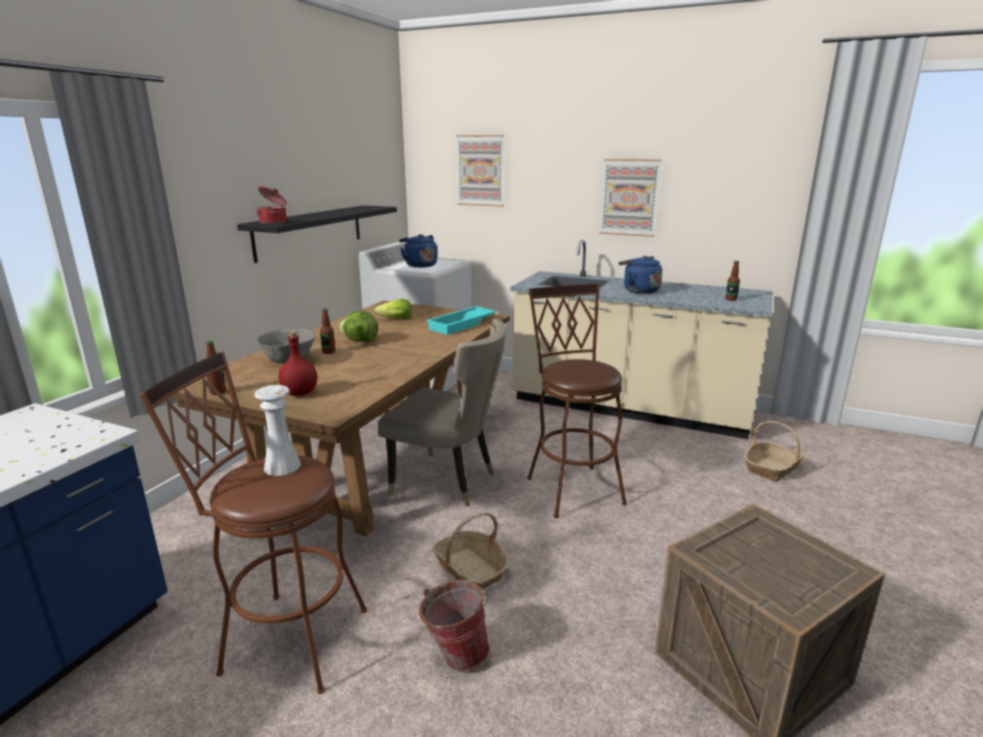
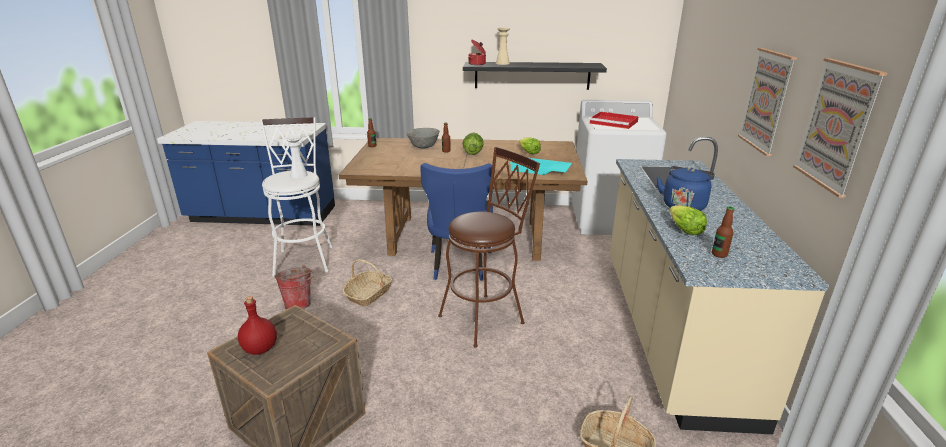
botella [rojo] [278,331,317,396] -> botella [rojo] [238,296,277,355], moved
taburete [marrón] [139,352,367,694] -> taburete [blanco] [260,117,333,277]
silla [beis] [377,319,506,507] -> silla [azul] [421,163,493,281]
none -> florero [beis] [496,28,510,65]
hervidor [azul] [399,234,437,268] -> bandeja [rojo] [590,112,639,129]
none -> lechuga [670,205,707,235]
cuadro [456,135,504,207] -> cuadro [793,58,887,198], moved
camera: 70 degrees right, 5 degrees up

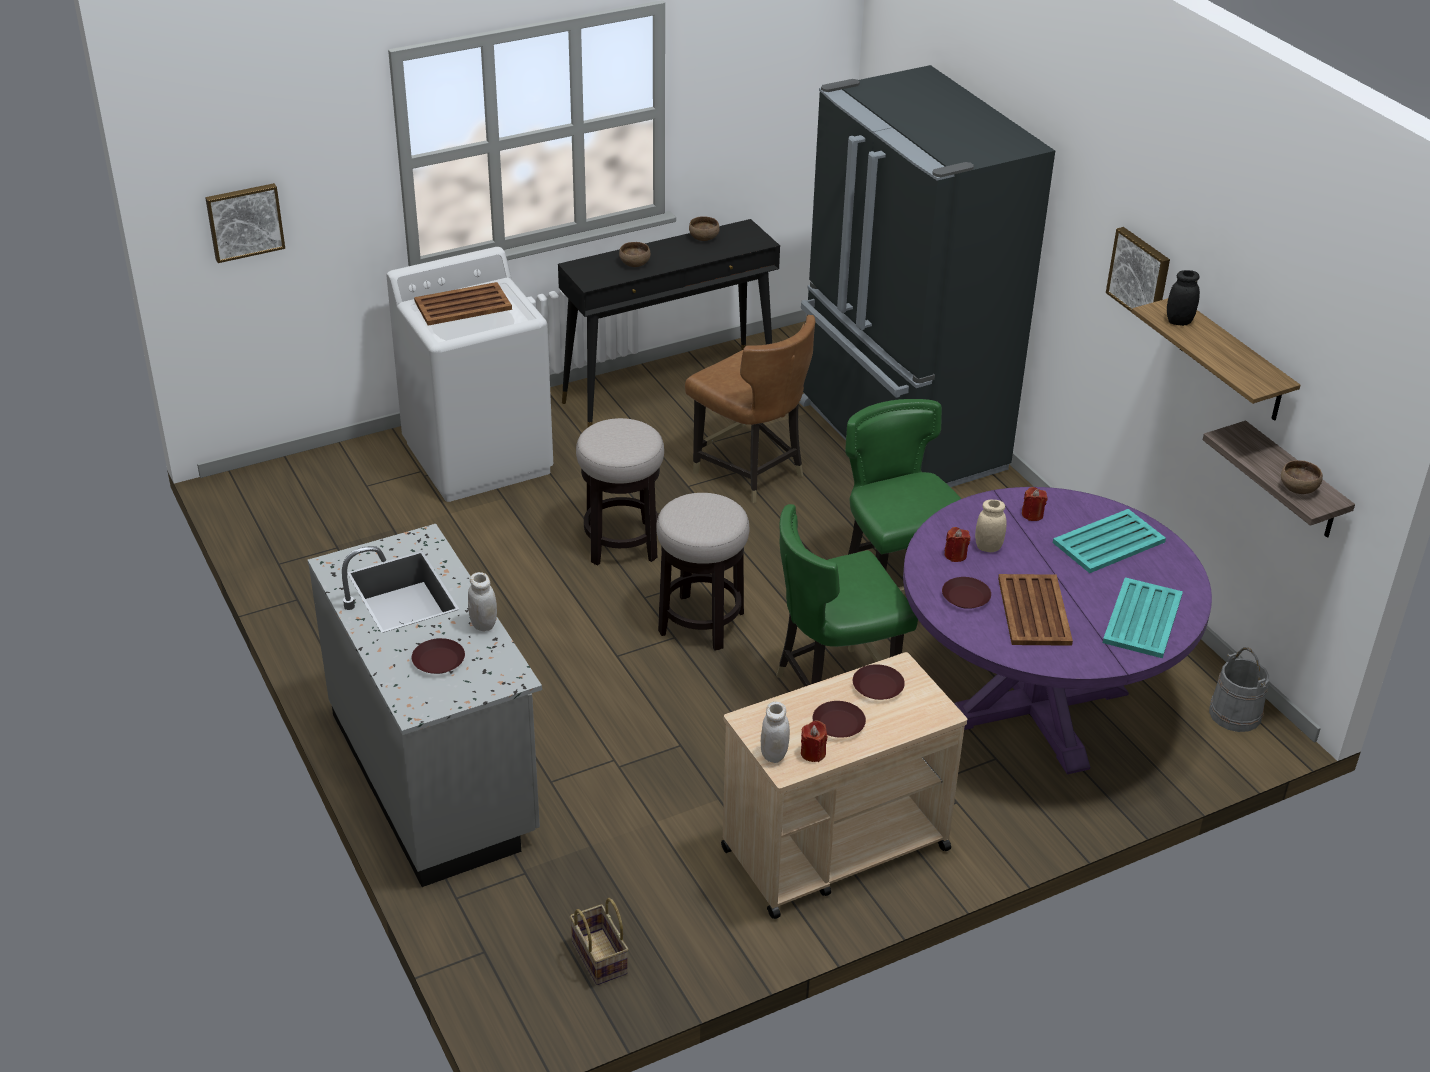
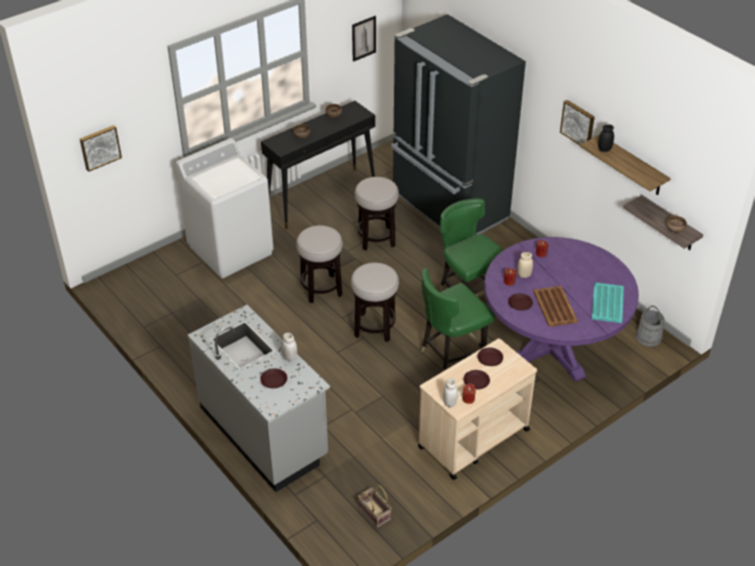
none -> cuadro [352,16,376,62]
silla [marrón] [685,315,815,503] -> taburete [355,177,399,250]
bandeja [marrón] [414,282,512,326] -> none
bandeja [turquesa] [1053,509,1166,573] -> none
camera: 10 degrees left, 5 degrees up

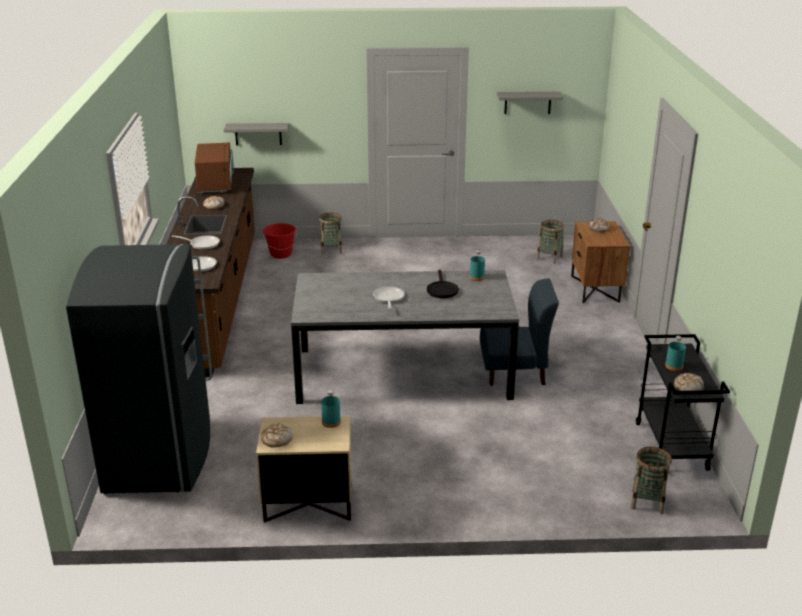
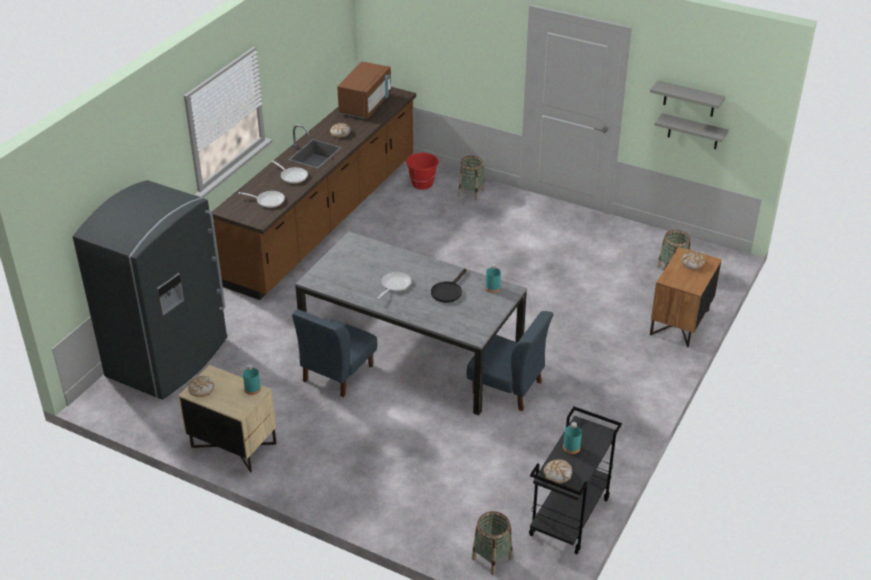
none -> silla [azul] [292,309,378,397]
estante [gris] [224,123,289,145] -> estante [gris] [654,113,729,149], moved
camera: 30 degrees right, 10 degrees up

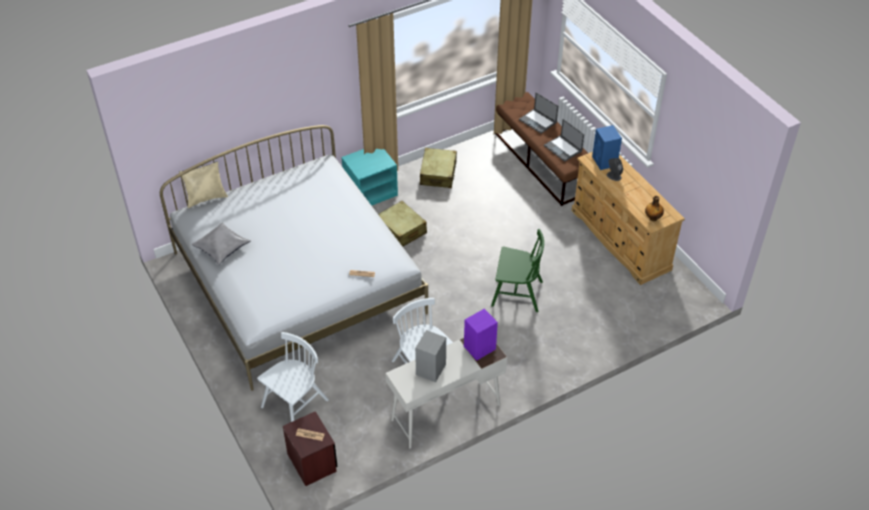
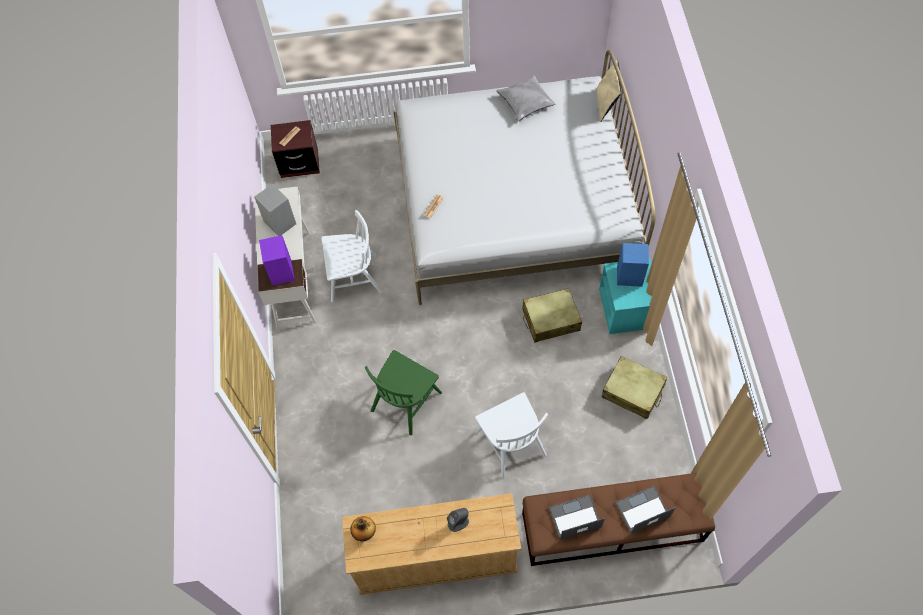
silla [blanco] [257,332,329,422] -> silla [blanco] [475,392,548,479], moved
altavoz [azul] [592,125,622,170] -> altavoz [azul] [617,243,649,287], moved
camera: 115 degrees right, 15 degrees up

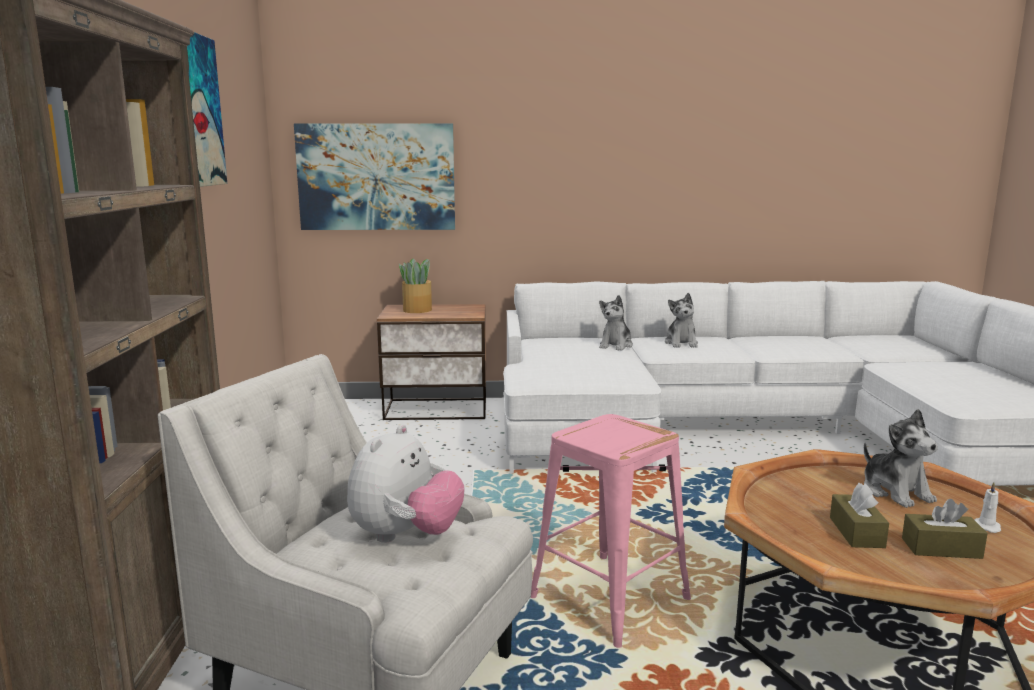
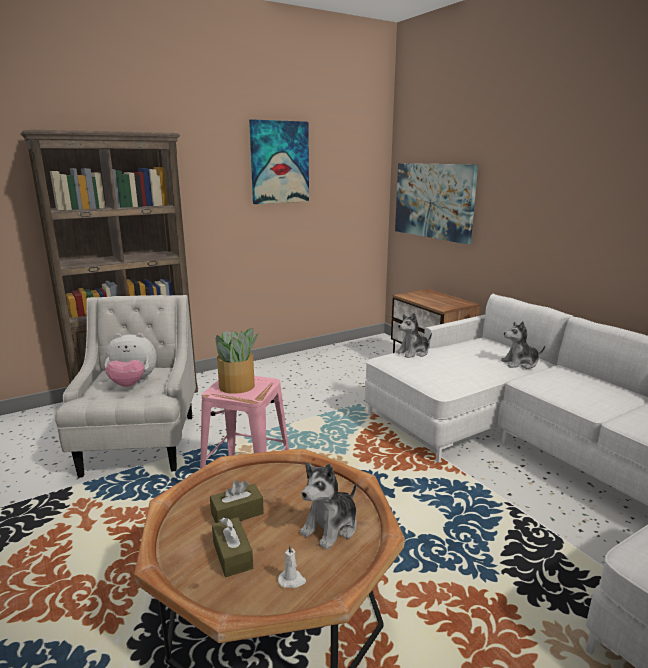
planta en maceta [399,258,432,313] -> planta en maceta [214,328,259,394], moved
peluche [665,293,698,348] -> peluche [396,313,432,358], moved
camera: 60 degrees right, 5 degrees up

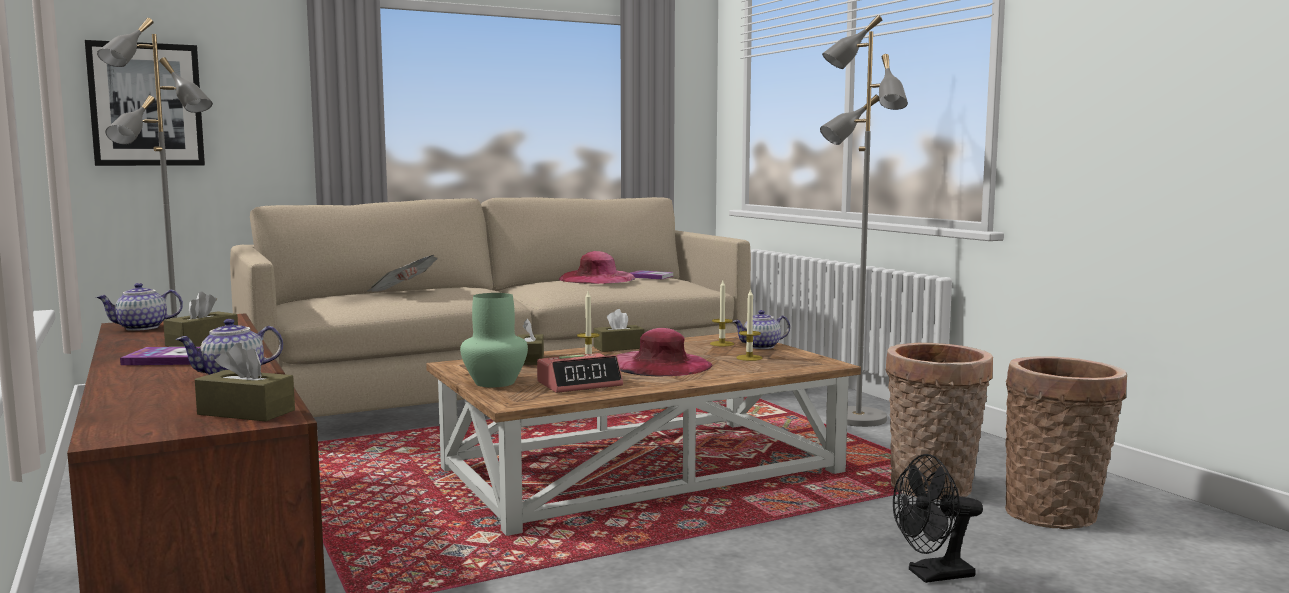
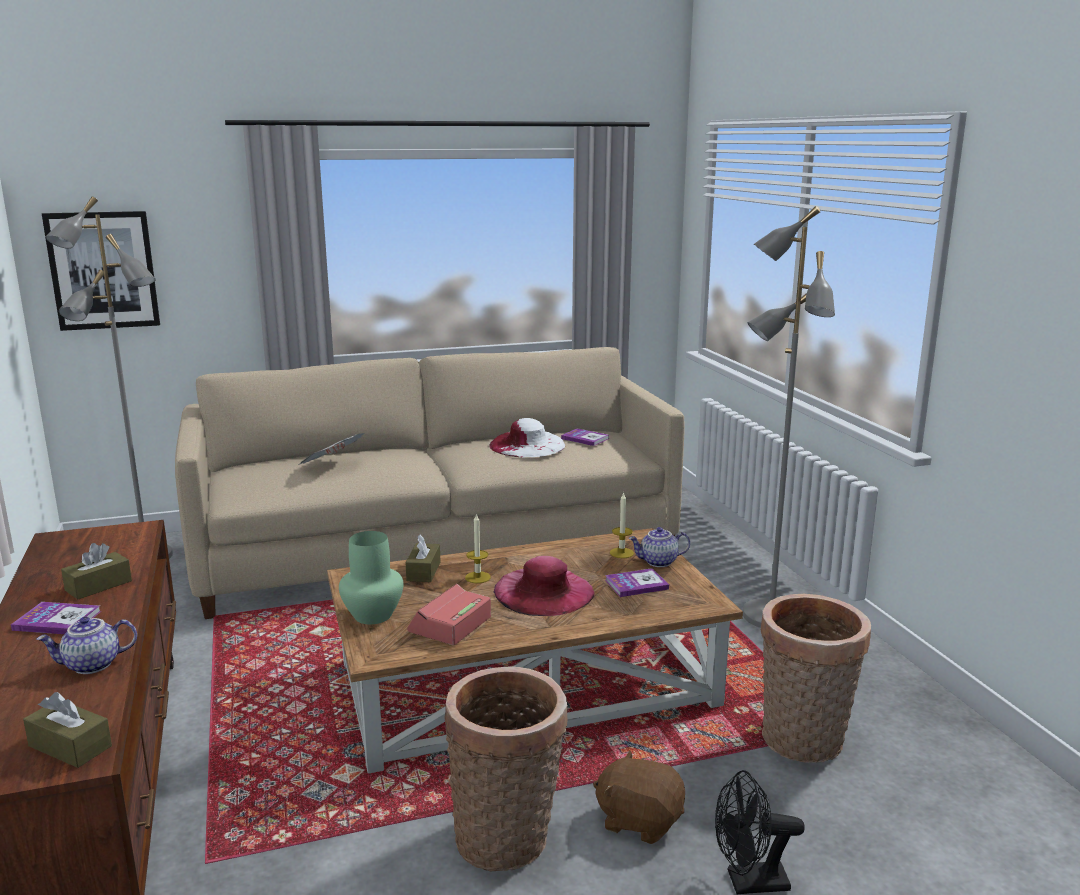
despertador [537,353,623,393] -> despertador [407,584,491,645], 135 degrees clockwise
cesta [1005,356,1127,529] -> cesta [444,666,568,871], moved
sombrero [rosa] [559,251,635,284] -> sombrero [blanco] [489,418,565,457]
none -> peluche [marrón] [593,750,685,844]
vela [736,288,762,361] -> libro [605,568,669,597]
tetera [96,283,183,331] -> none
caja de pañuelos [marrón] [594,309,645,352] -> none
camera: 10 degrees right, 10 degrees up

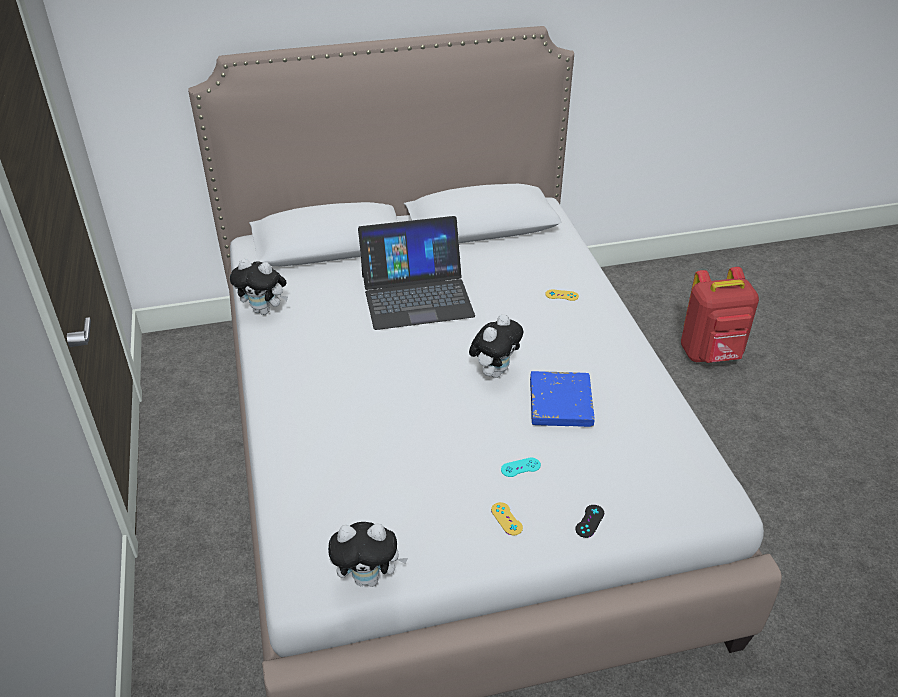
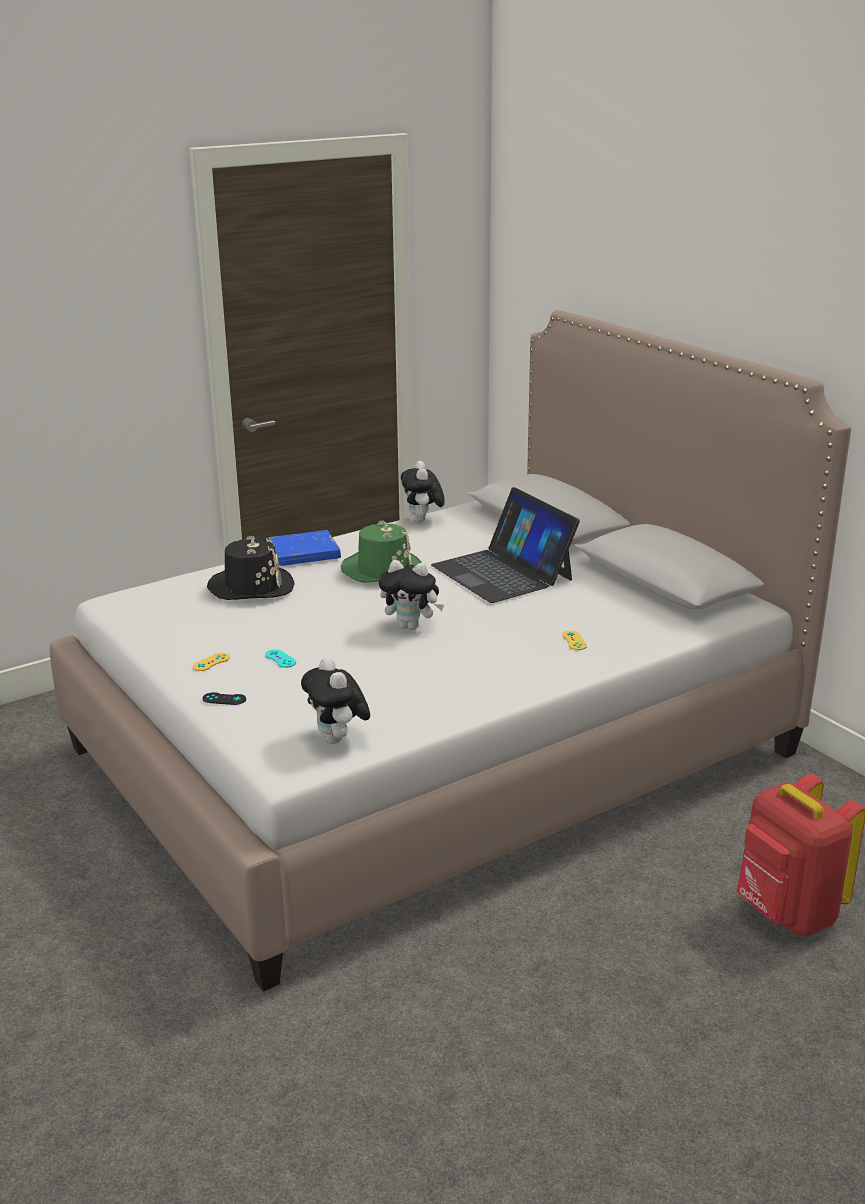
none -> sombrero [negro] [207,535,294,600]
libro [azul] [530,371,595,427] -> libro [azul] [268,530,341,566], moved
peluche [328,522,408,587] -> peluche [301,657,370,744], moved
none -> sombrero [verde] [341,520,422,583]
camera: 70 degrees right, 15 degrees down

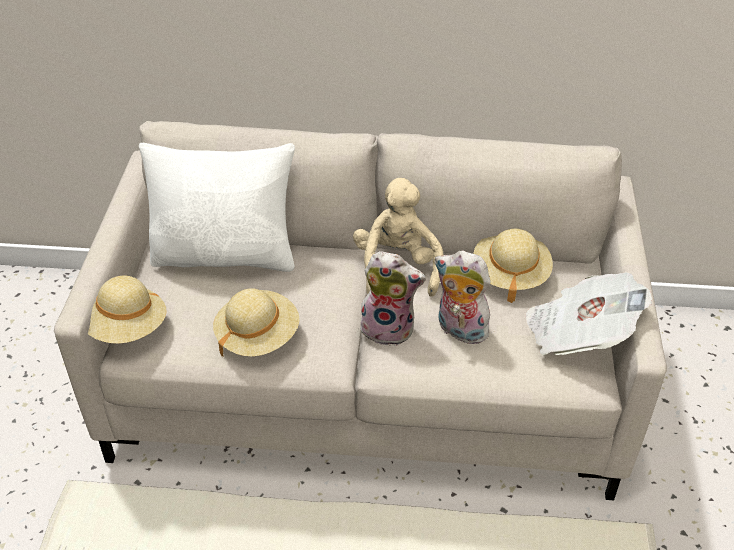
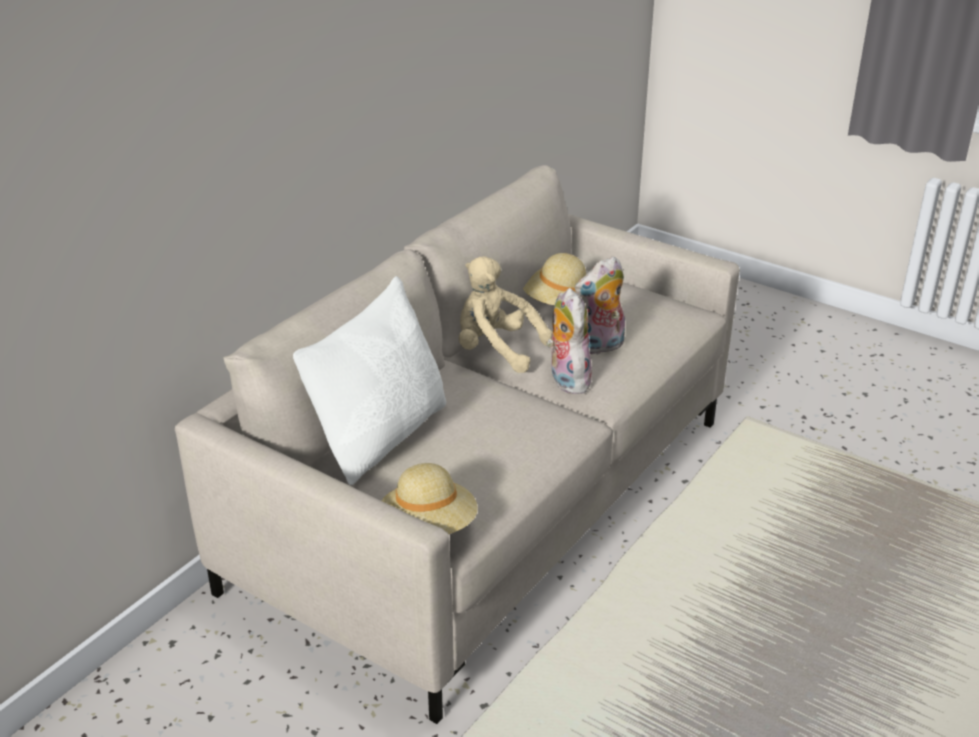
peluche [360,251,426,346] -> peluche [546,288,592,394], 60 degrees counterclockwise
sombrero [beis] [213,288,299,358] -> none
periódico [525,273,652,355] -> none
camera: 60 degrees left, 10 degrees down

